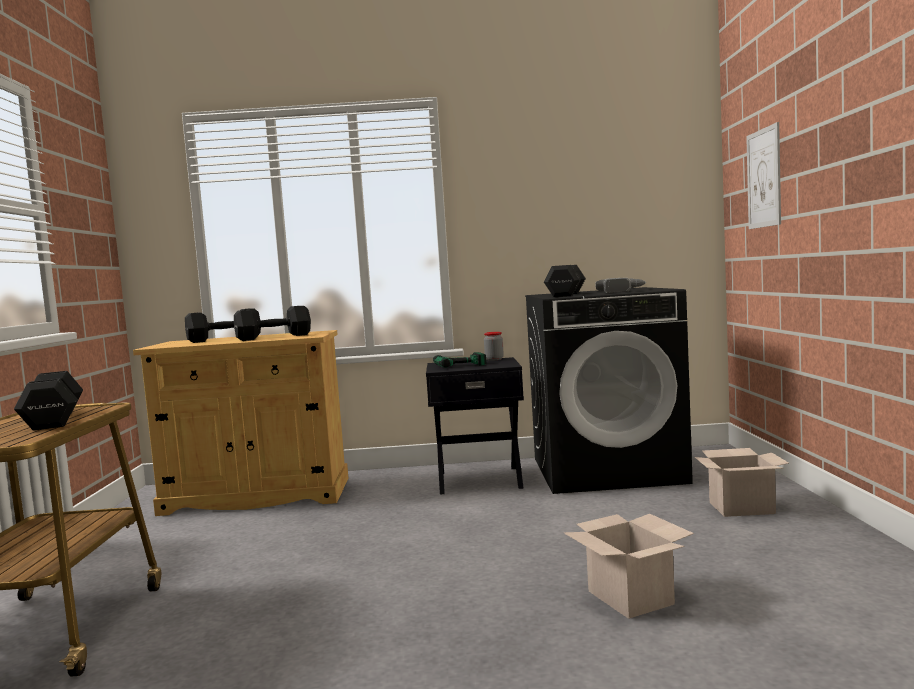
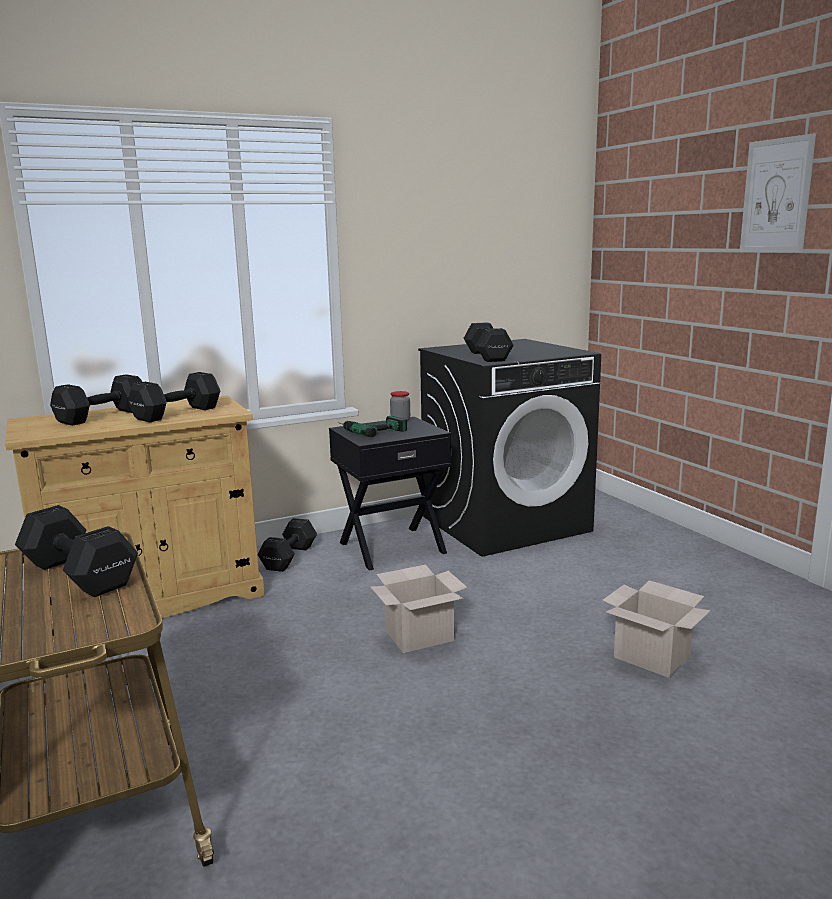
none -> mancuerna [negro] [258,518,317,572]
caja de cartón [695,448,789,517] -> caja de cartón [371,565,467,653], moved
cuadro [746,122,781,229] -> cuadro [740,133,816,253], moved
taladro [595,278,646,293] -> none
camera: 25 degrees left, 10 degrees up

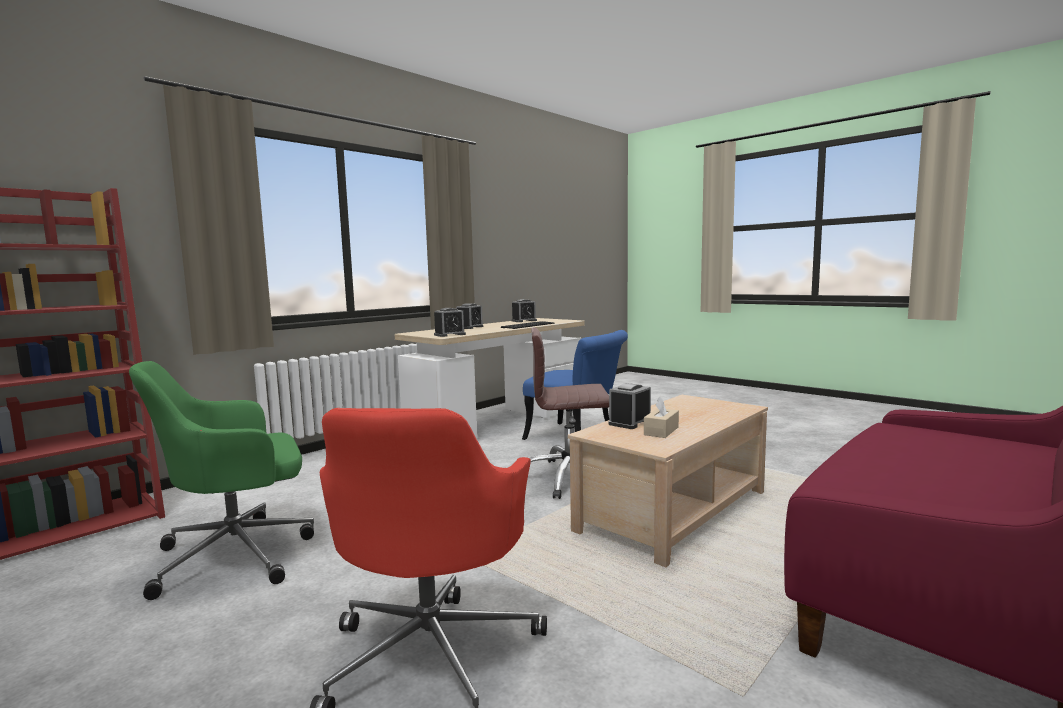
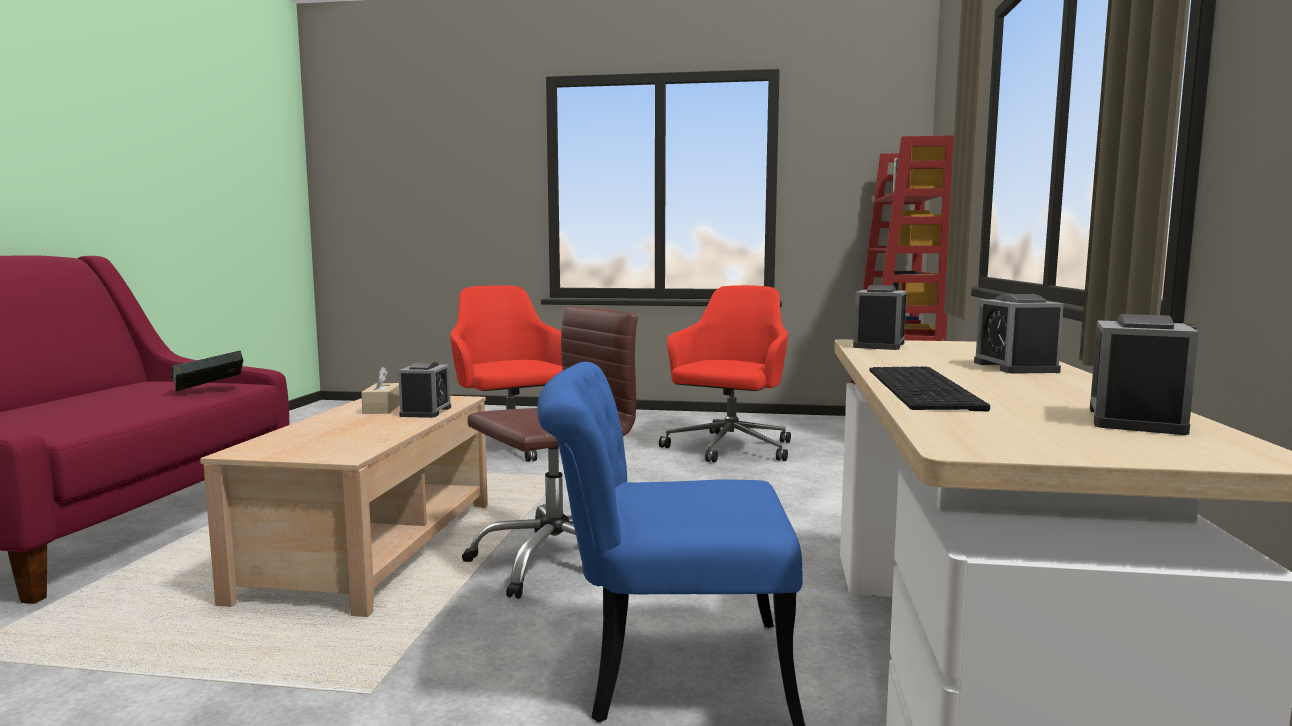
none -> libro [171,350,243,392]
silla de oficina [verde] [129,361,314,600] -> silla de oficina [rojo] [659,285,791,462]
camera: 145 degrees right, 0 degrees up

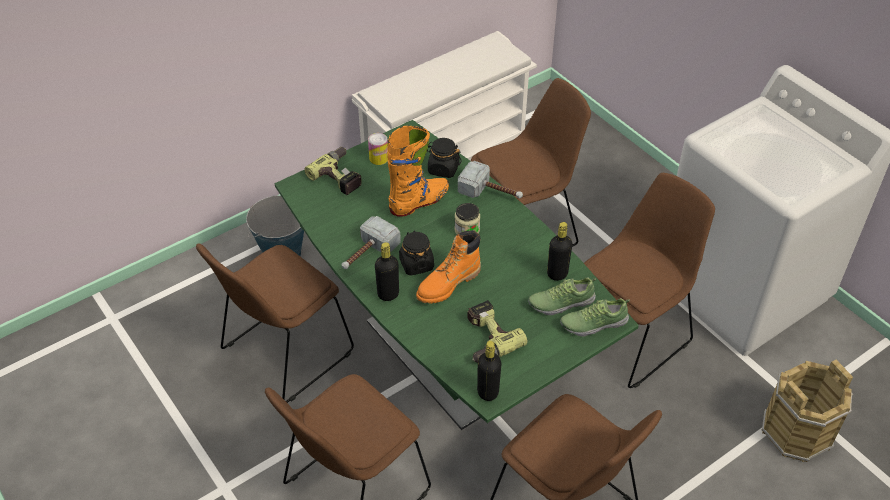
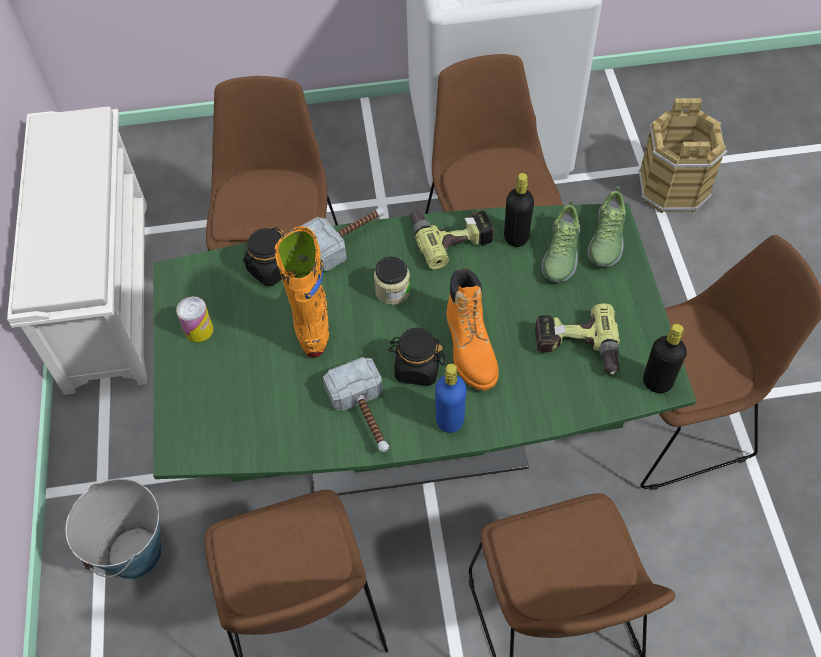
taladro [304,147,362,195] -> taladro [410,209,495,270], moved
botella [negro] [375,242,399,301] -> botella [azul] [435,363,467,433]
camera: 60 degrees left, 10 degrees up

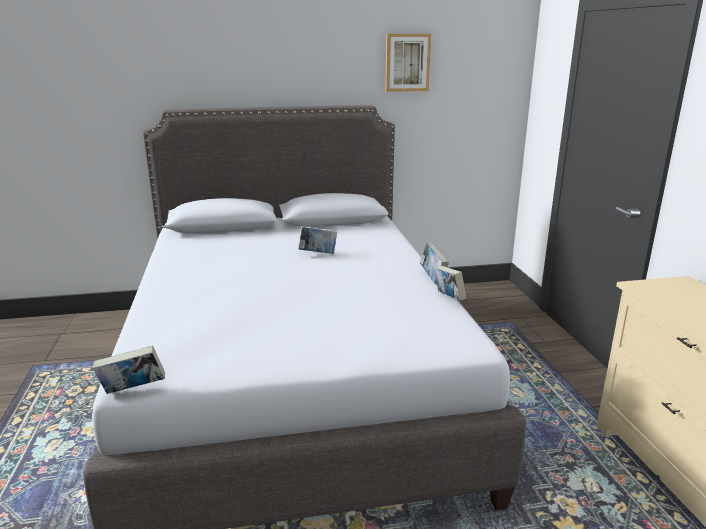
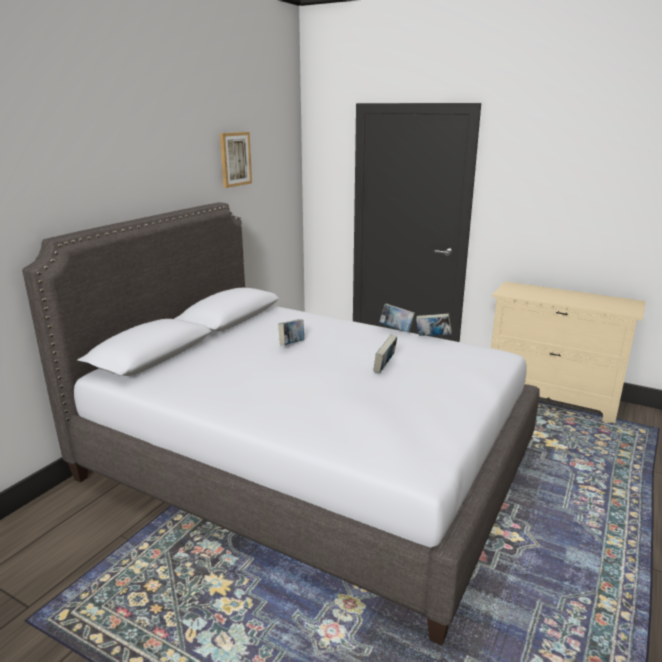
libro [93,345,165,394] -> libro [373,335,397,374], moved
camera: 50 degrees left, 0 degrees up

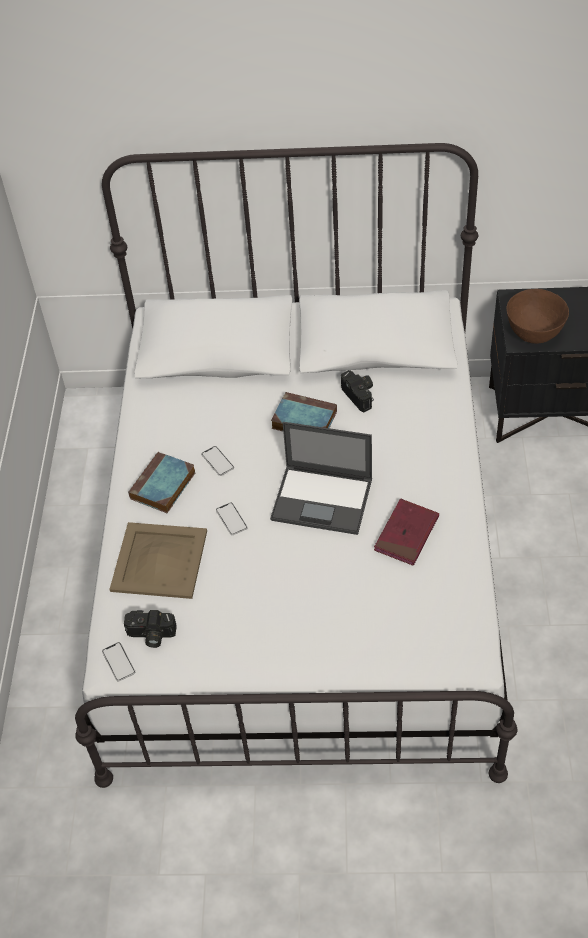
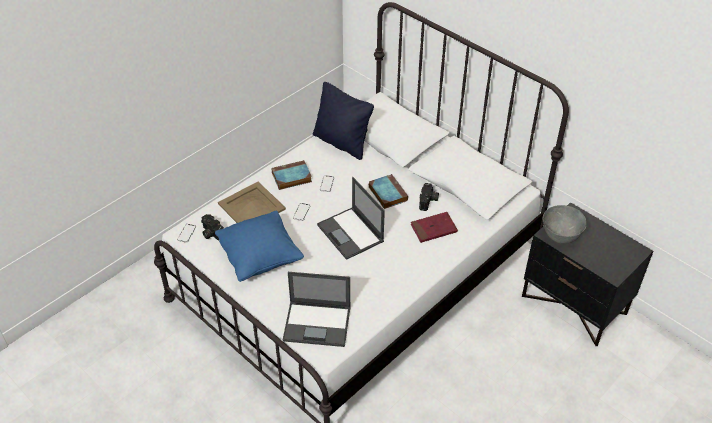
none -> cojín [azul] [215,211,304,282]
none -> portátil [283,272,350,347]
none -> cojín [negro] [313,82,374,160]
libro [rojo] [374,499,439,566] -> libro [rojo] [411,212,458,243], moved
cuenco [marrón] [506,289,569,344] -> cuenco [gris] [543,205,587,244]
camera: 40 degrees right, 5 degrees down

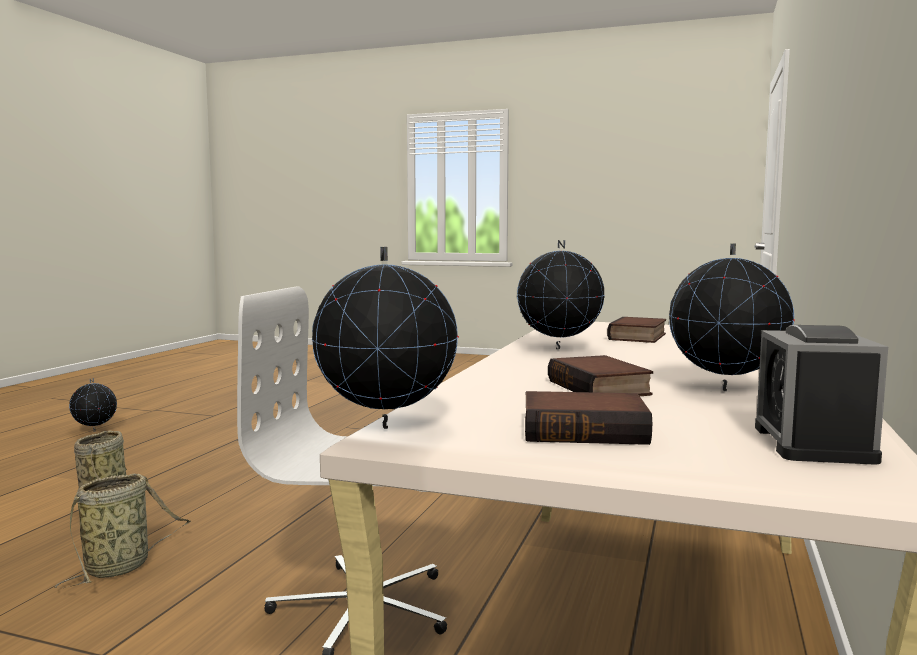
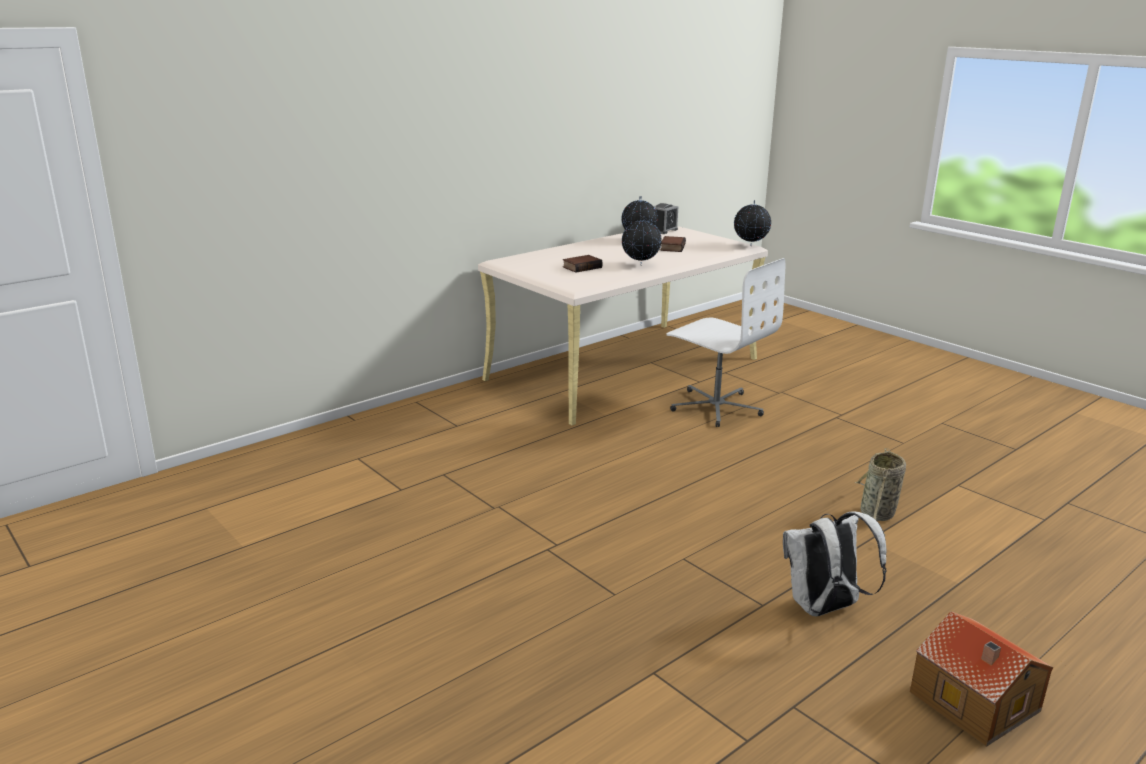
none -> mochila [blanco] [783,511,887,616]
globo terráqueo [69,378,117,432] -> casita [910,611,1054,747]
cesta [55,473,191,588] -> none
libro [525,391,652,445] -> none
camera: 150 degrees left, 15 degrees up

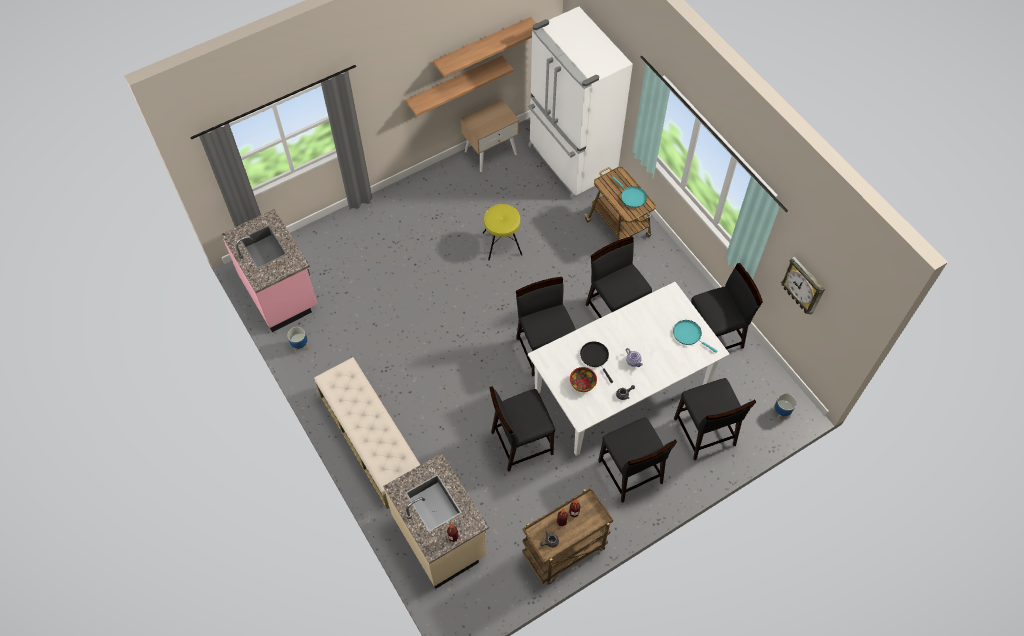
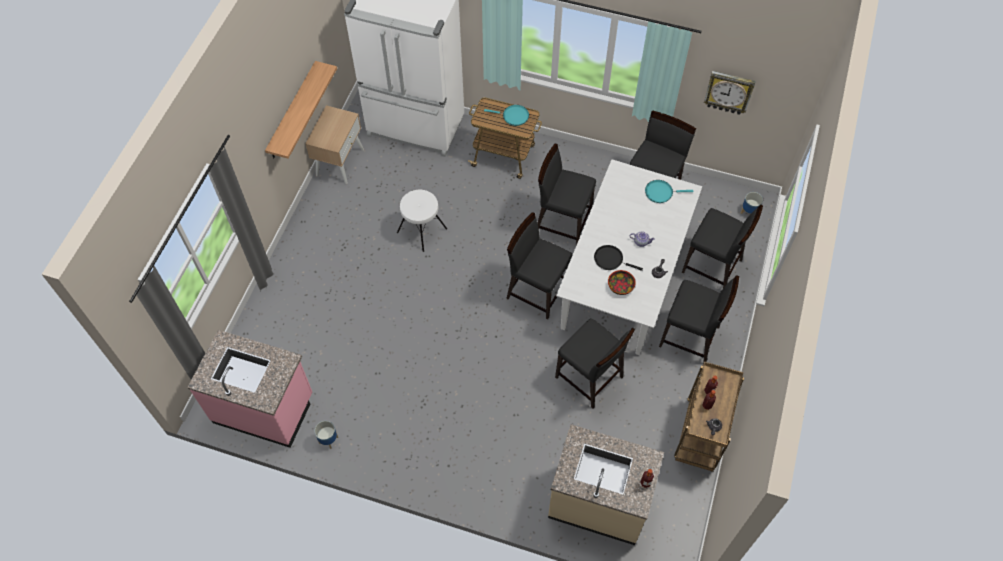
taburete [amarillo] [483,204,522,260] -> taburete [blanco] [397,190,447,252]
silla [negro] [490,386,555,472] -> silla [negro] [555,318,635,409], 75 degrees counterclockwise
banco [beis] [314,357,420,509] -> none
estante [433,17,536,78] -> none
camera: 40 degrees left, 0 degrees up

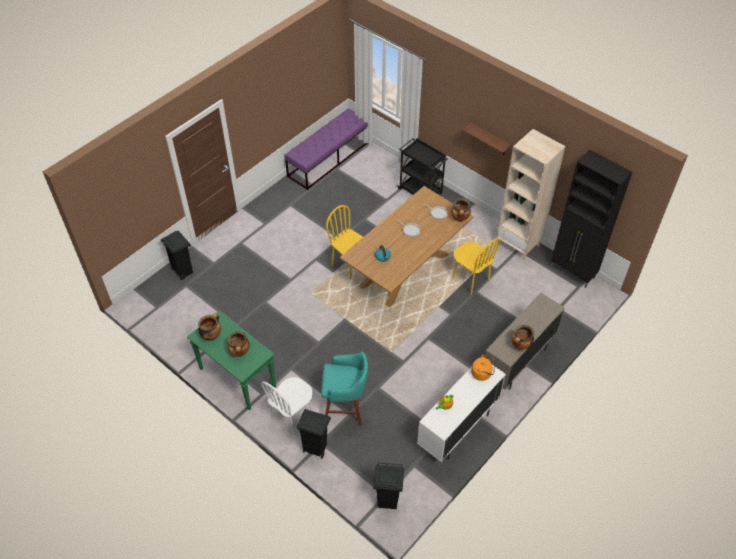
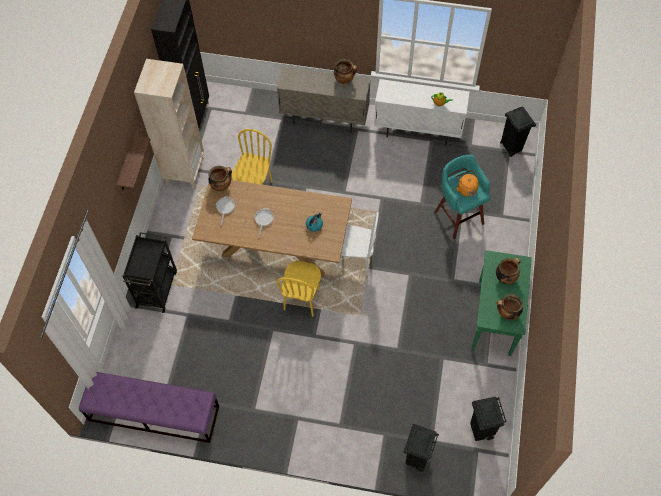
silla [blanco] [261,377,313,436] -> silla [blanco] [338,213,379,276], moved
hervidor [naranja] [471,354,495,381] -> hervidor [naranja] [456,170,479,197], moved
papelera [negro] [297,409,331,459] -> papelera [negro] [470,397,507,441], moved
camera: 120 degrees left, 10 degrees up

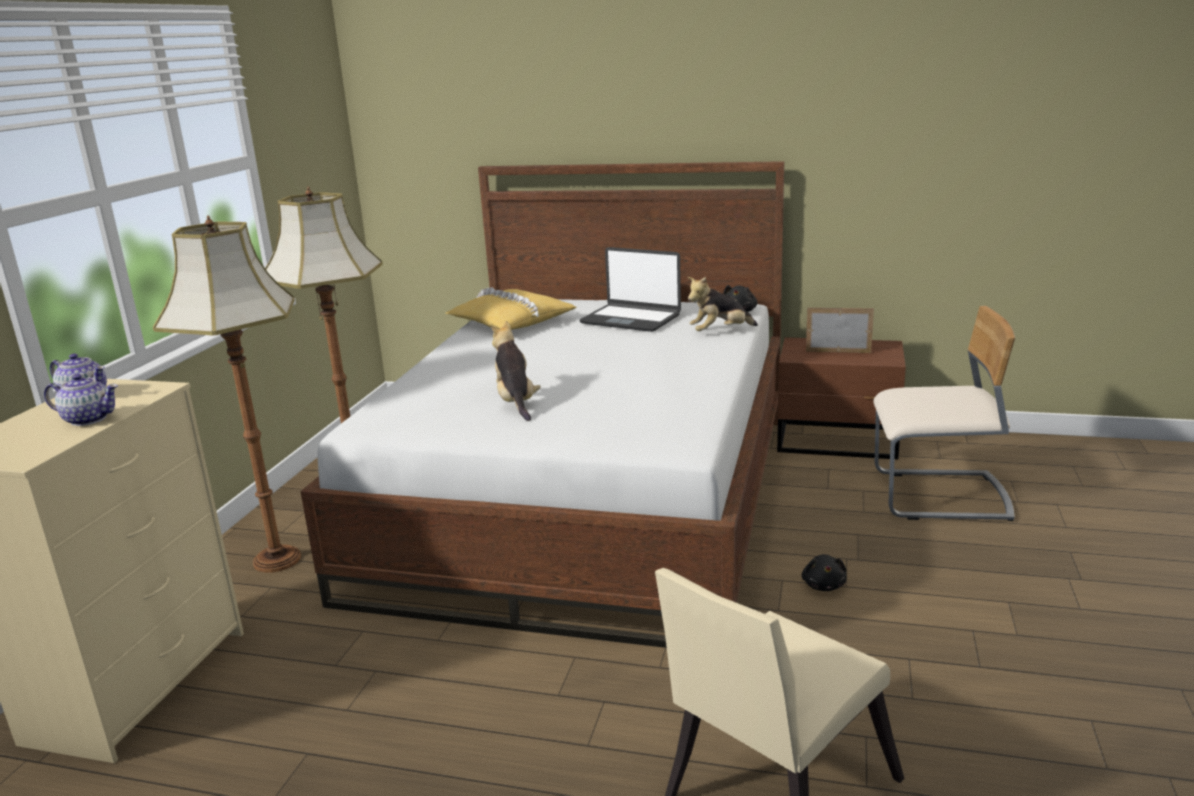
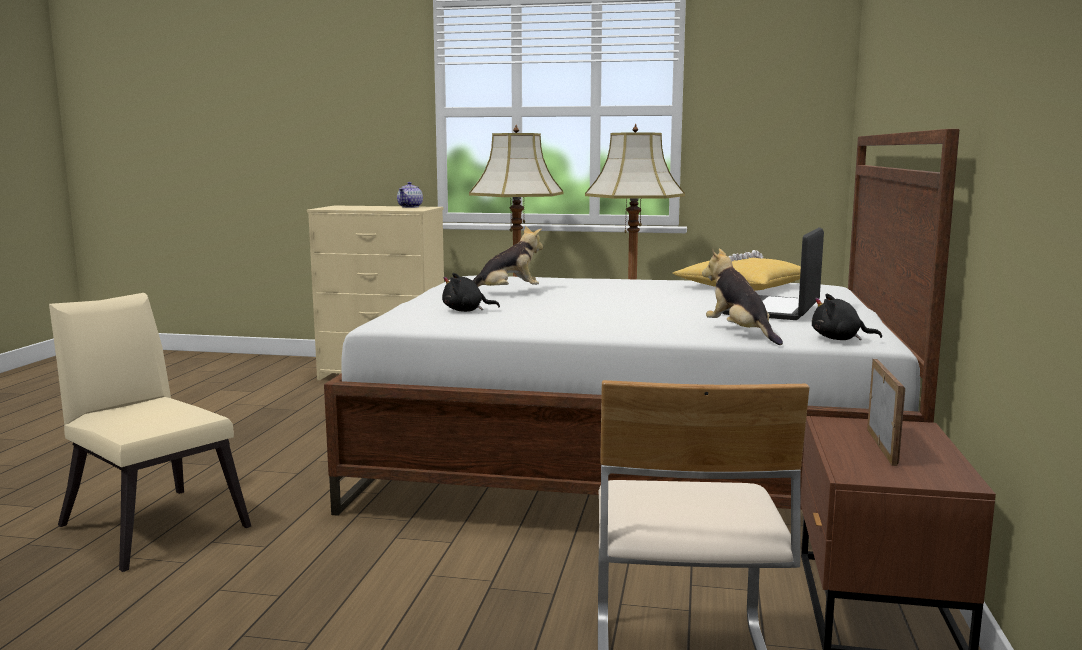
peluche [negro] [802,554,847,591] -> peluche [negro] [442,273,500,312], moved
tetera [44,374,118,426] -> none
camera: 85 degrees right, 10 degrees down

